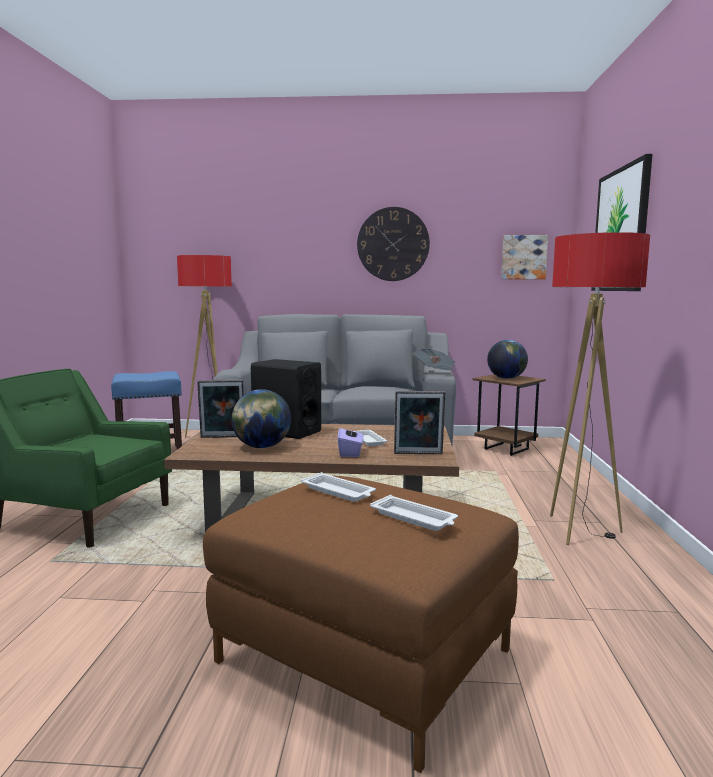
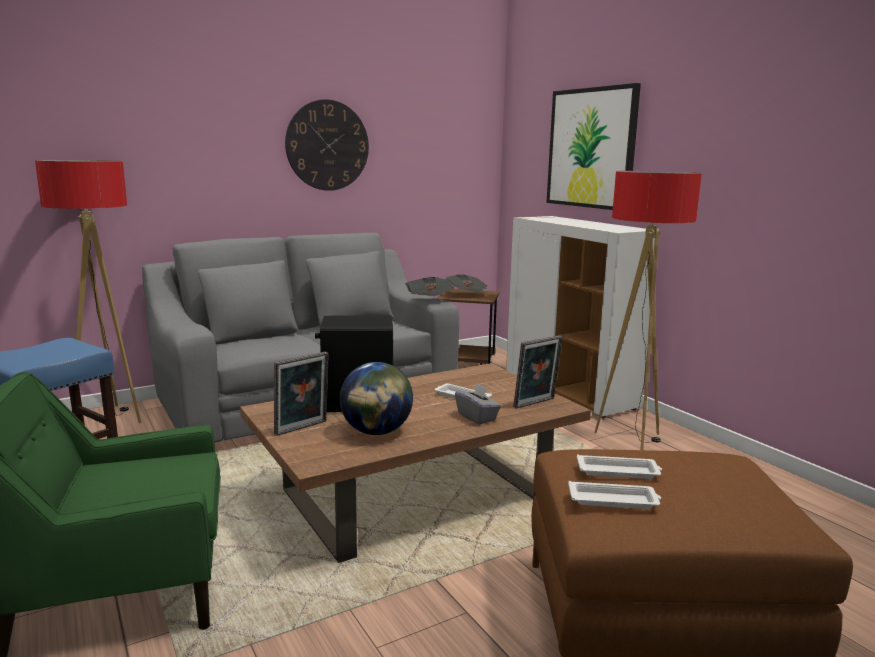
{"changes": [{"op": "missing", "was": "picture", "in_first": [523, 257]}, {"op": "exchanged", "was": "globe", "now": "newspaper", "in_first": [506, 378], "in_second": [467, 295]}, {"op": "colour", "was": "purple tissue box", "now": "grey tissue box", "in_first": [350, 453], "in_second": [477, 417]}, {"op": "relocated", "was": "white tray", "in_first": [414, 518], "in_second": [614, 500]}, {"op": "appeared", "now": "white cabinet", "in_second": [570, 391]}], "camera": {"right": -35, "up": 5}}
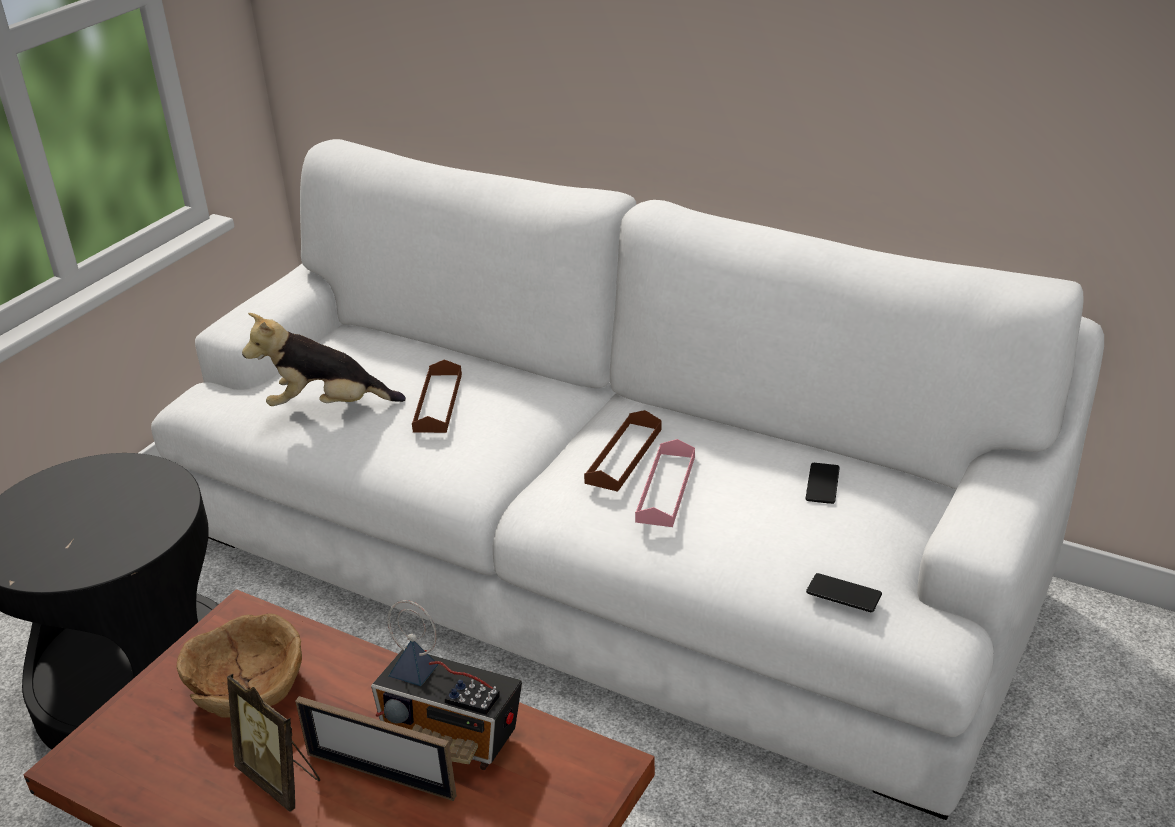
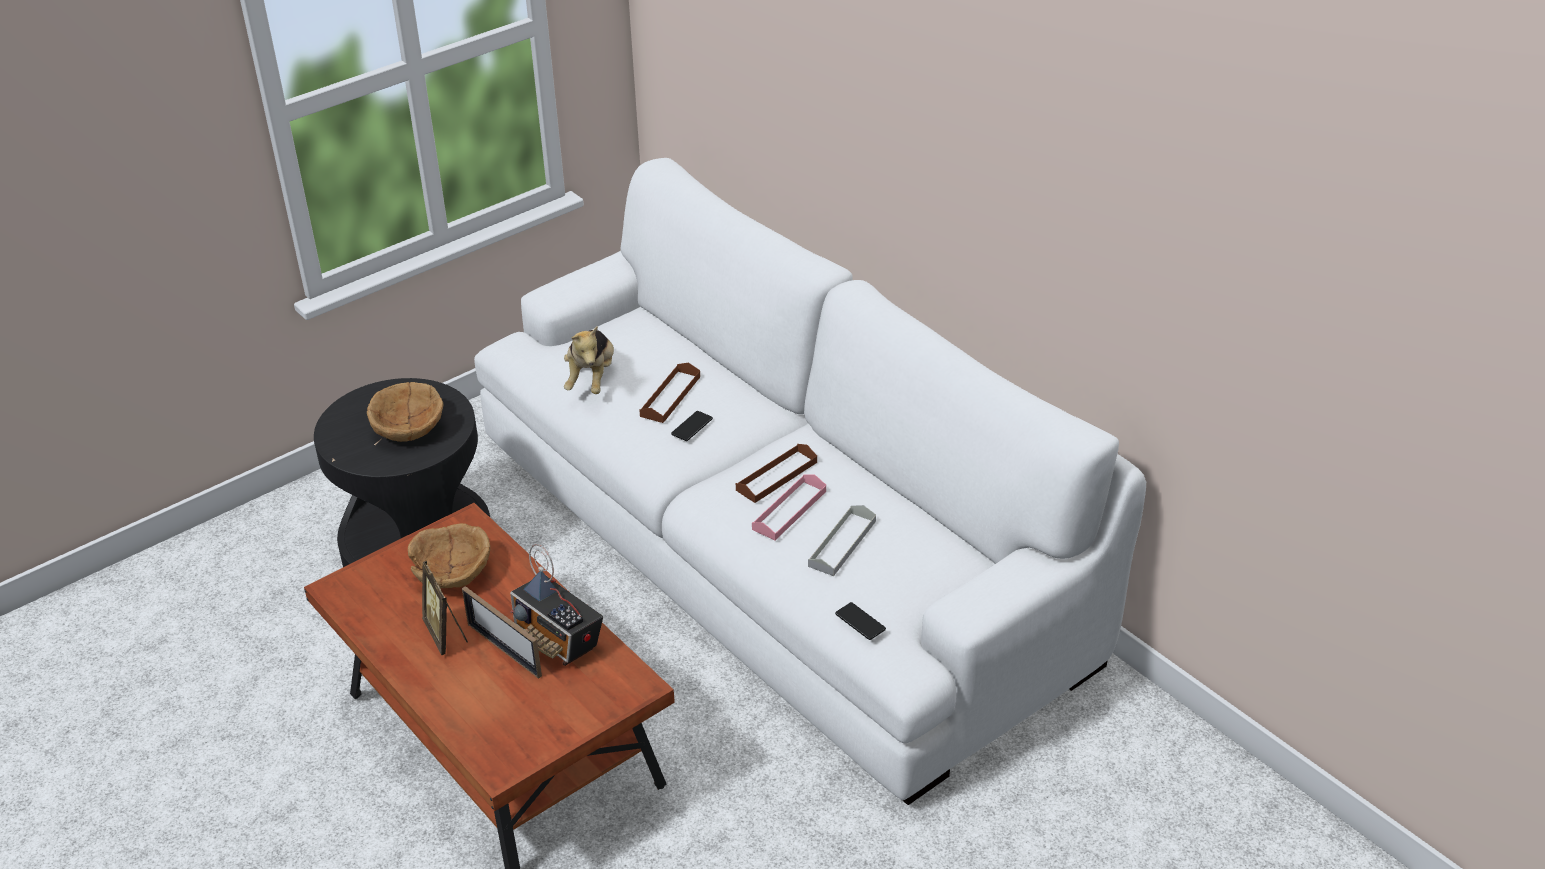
{"changes": [{"op": "spun", "was": "plush toy", "in_first": [327, 406], "in_second": [591, 379], "clockwise": -105}, {"op": "relocated", "was": "phone", "in_first": [822, 484], "in_second": [692, 426]}, {"op": "appeared", "now": "brown bowl", "in_second": [408, 427]}, {"op": "appeared", "now": "grey tray", "in_second": [842, 543]}], "camera": {"right": 20, "up": 5}}
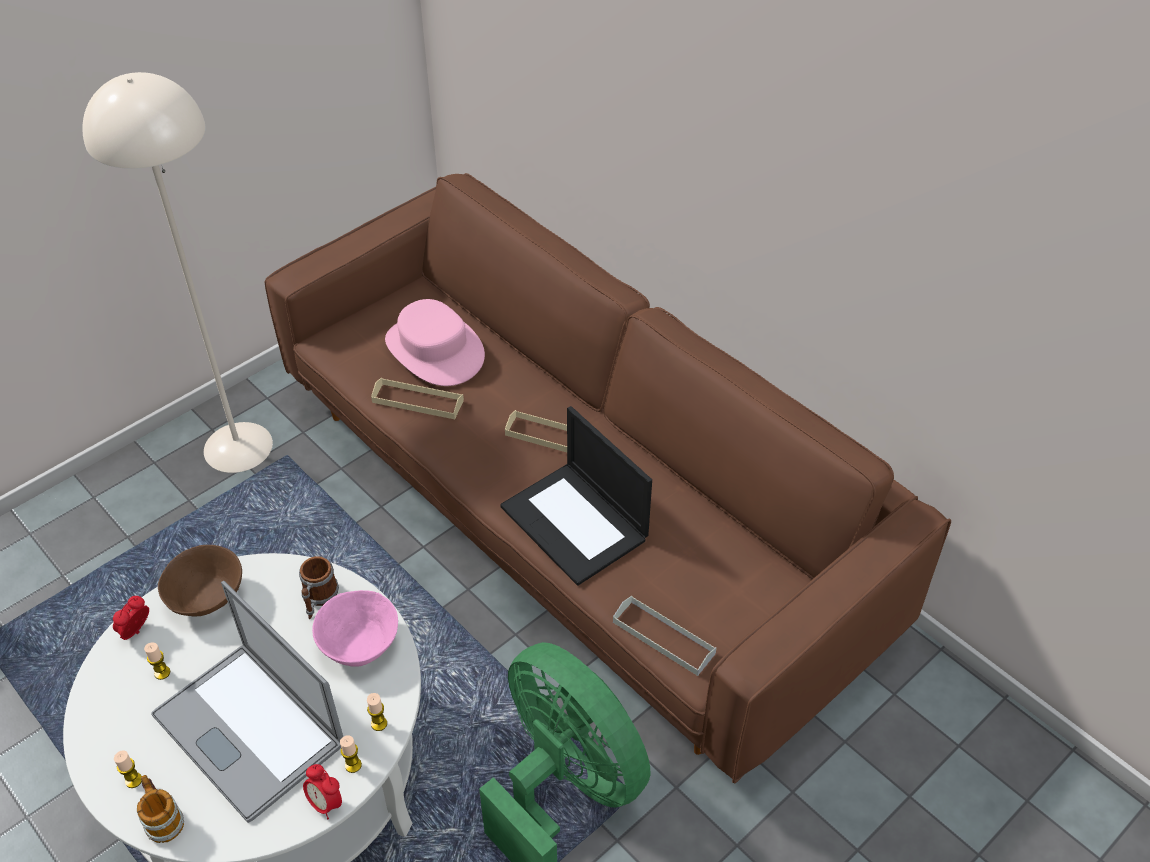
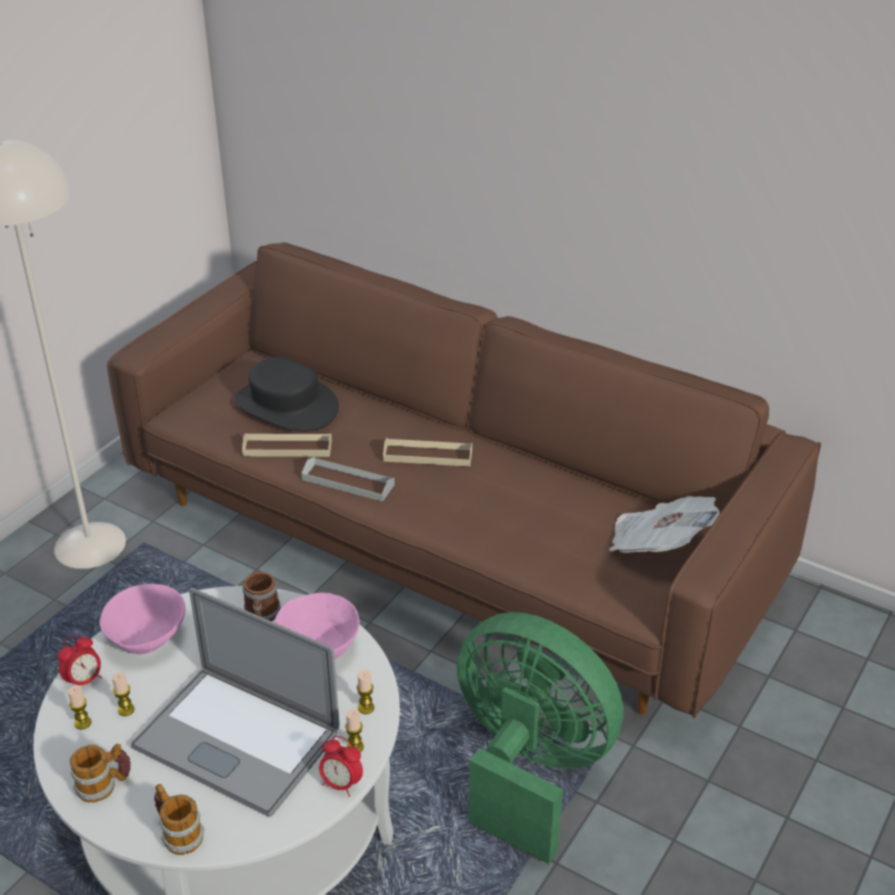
{"changes": [{"op": "colour", "was": "pink hat", "now": "black hat", "in_first": [434, 350], "in_second": [286, 406]}, {"op": "missing", "was": "laptop", "in_first": [576, 523]}, {"op": "colour", "was": "brown bowl", "now": "pink bowl", "in_first": [207, 597], "in_second": [147, 637]}, {"op": "spun", "was": "alarm clock", "in_first": [136, 632], "in_second": [84, 681], "clockwise": -150}, {"op": "relocated", "was": "grey tray", "in_first": [663, 637], "in_second": [348, 482]}, {"op": "relocated", "was": "candle", "in_first": [133, 780], "in_second": [83, 723]}, {"op": "appeared", "now": "newspaper", "in_second": [658, 545]}, {"op": "appeared", "now": "mug", "in_second": [104, 785]}], "camera": {"right": -15, "up": -10}}
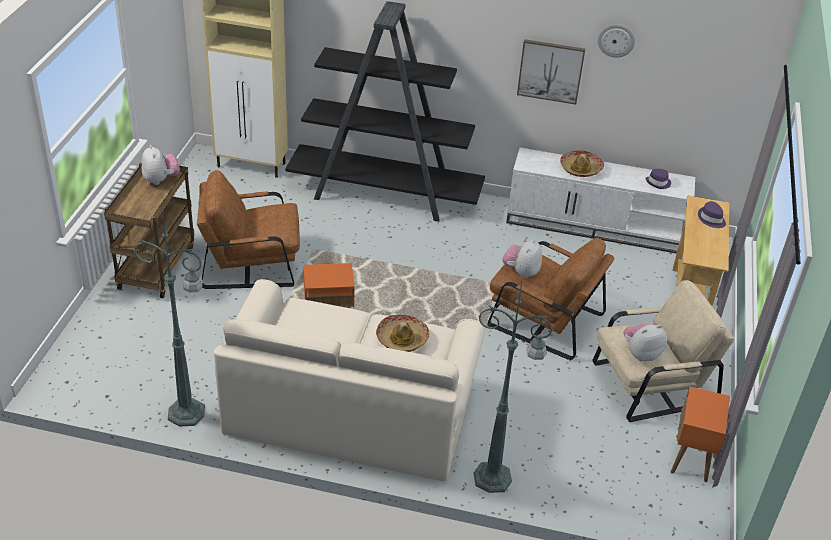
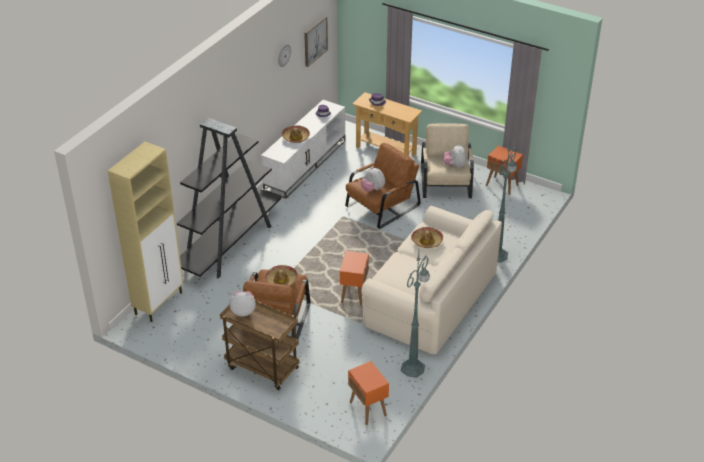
{"changes": [{"op": "relocated", "was": "picture", "in_first": [550, 71], "in_second": [315, 41]}, {"op": "appeared", "now": "hat", "in_second": [281, 280]}, {"op": "appeared", "now": "orange side table", "in_second": [368, 409]}], "camera": {"right": -70, "up": 0}}
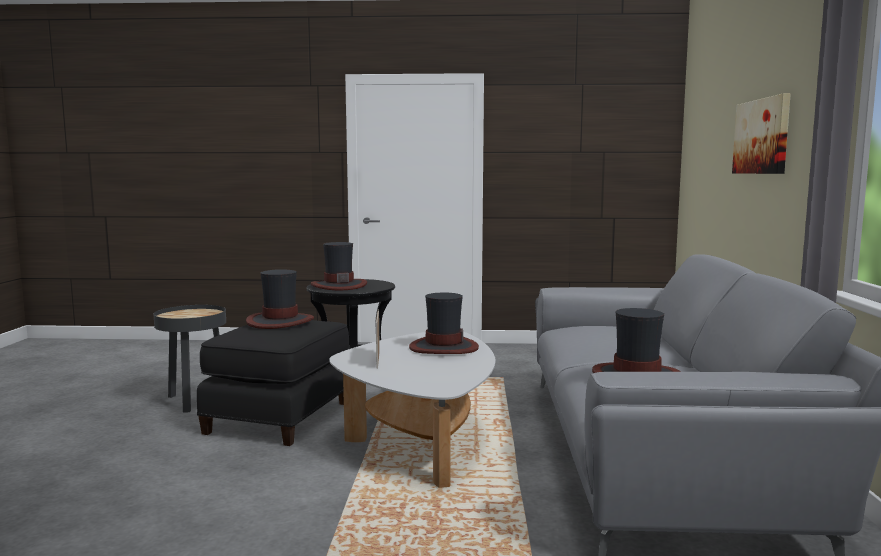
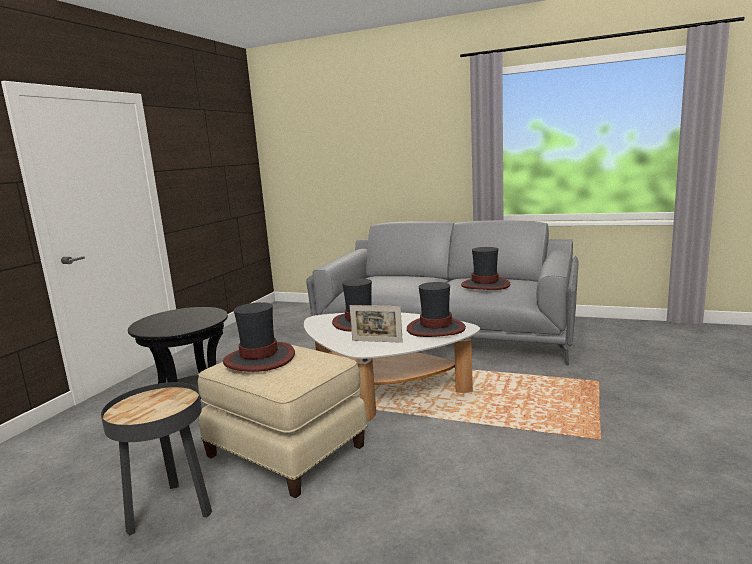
{"changes": [{"op": "missing", "was": "picture", "in_first": [762, 136]}, {"op": "relocated", "was": "hat", "in_first": [339, 285], "in_second": [435, 328]}, {"op": "colour", "was": "black ottoman", "now": "beige ottoman", "in_first": [281, 418], "in_second": [287, 449]}], "camera": {"right": -70, "up": 5}}
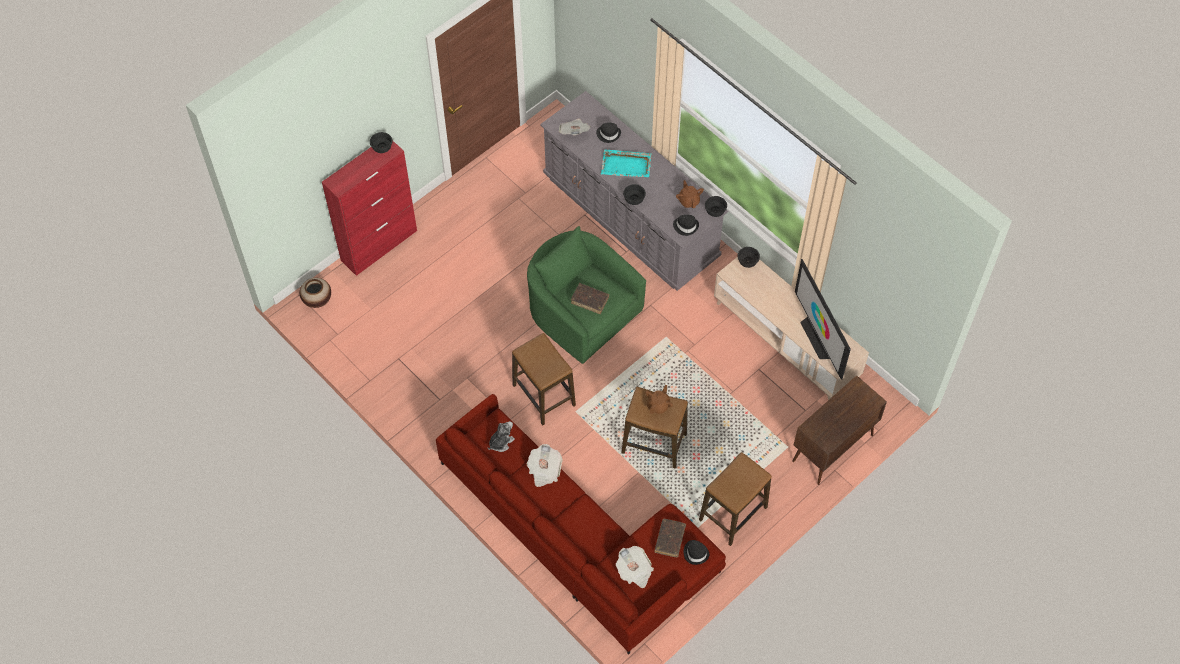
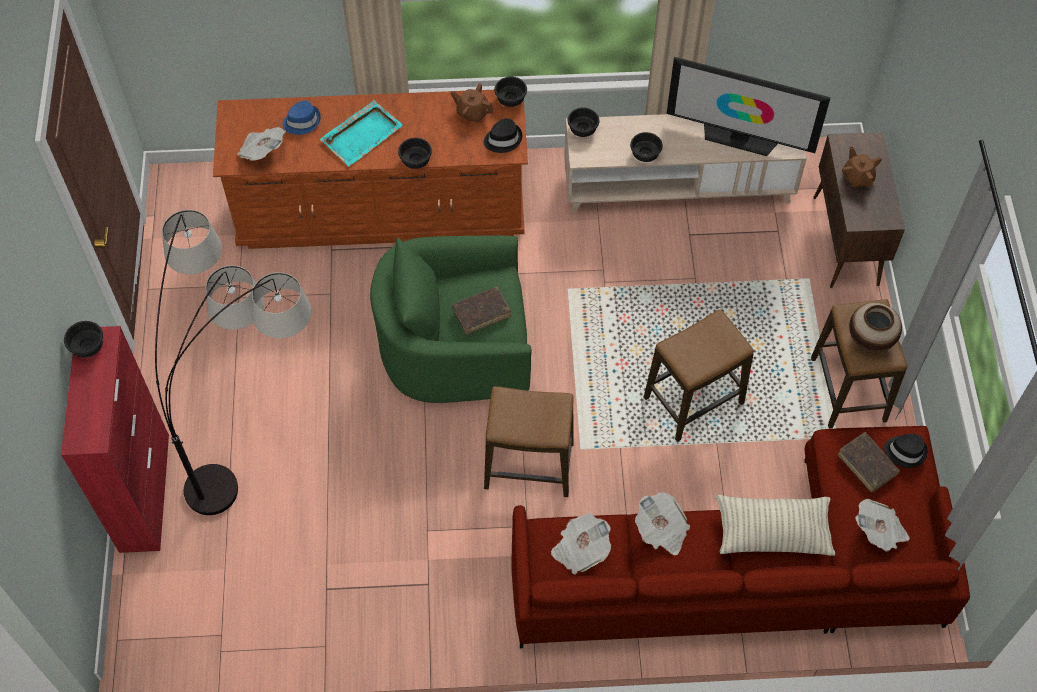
{"changes": [{"op": "colour", "was": "grey dresser", "now": "brown dresser", "in_first": [630, 217], "in_second": [381, 209]}, {"op": "colour", "was": "black hat", "now": "blue hat", "in_first": [608, 134], "in_second": [302, 121]}, {"op": "relocated", "was": "vase", "in_first": [317, 300], "in_second": [870, 339]}, {"op": "relocated", "was": "brown teapot", "in_first": [658, 405], "in_second": [857, 177]}, {"op": "exchanged", "was": "plush toy", "now": "newspaper", "in_first": [501, 442], "in_second": [580, 549]}, {"op": "appeared", "now": "black bowl", "in_second": [644, 154]}, {"op": "appeared", "now": "floor lamp", "in_second": [256, 444]}, {"op": "appeared", "now": "pillow", "in_second": [772, 532]}], "camera": {"right": -50, "up": 0}}
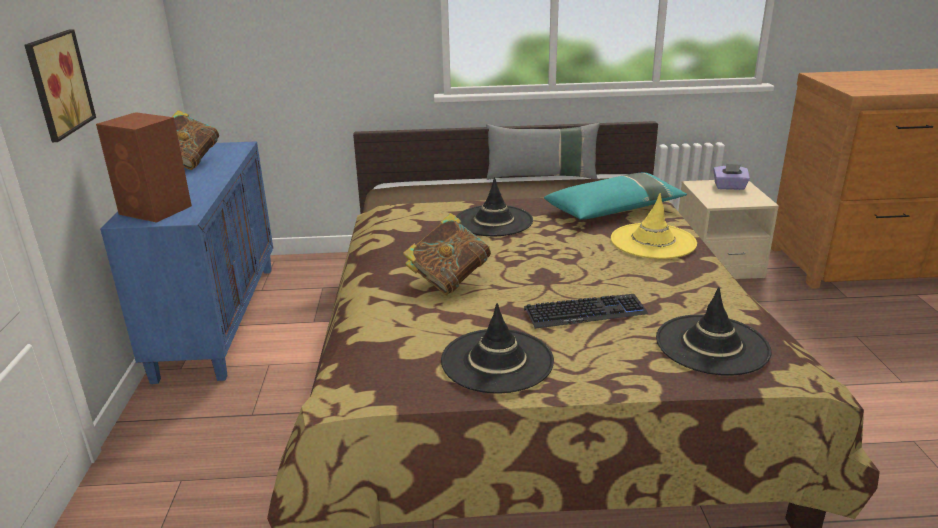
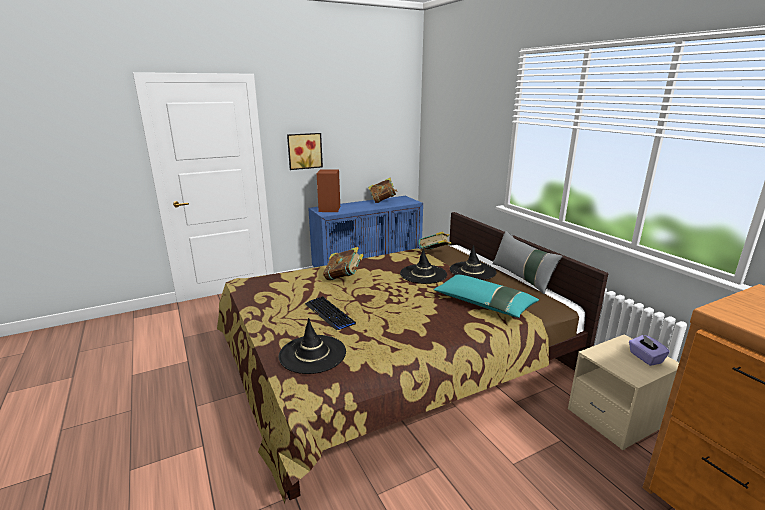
{"changes": [{"op": "missing", "was": "yellow hat", "in_first": [652, 241]}, {"op": "relocated", "was": "black hat", "in_first": [497, 361], "in_second": [472, 271]}, {"op": "appeared", "now": "book", "in_second": [434, 253]}], "camera": {"right": 65, "up": -5}}
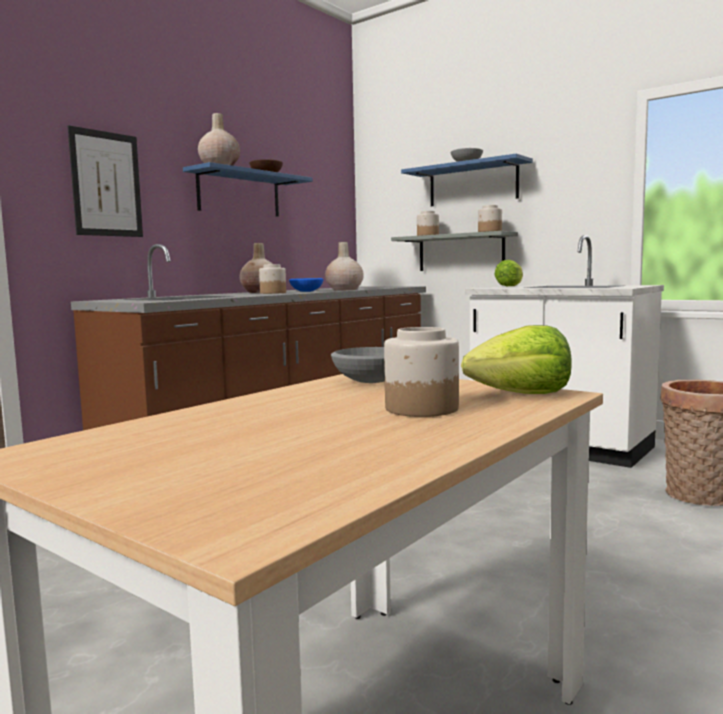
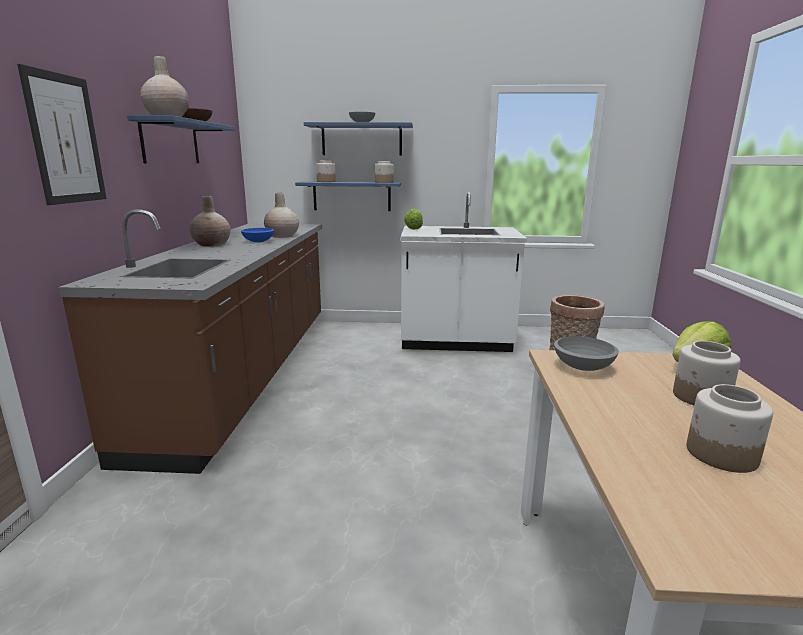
{"changes": [{"op": "colour", "was": "grey shelf", "now": "blue shelf", "in_first": [461, 252], "in_second": [352, 196]}, {"op": "relocated", "was": "jar", "in_first": [272, 293], "in_second": [721, 455]}], "camera": {"right": -35, "up": 10}}
